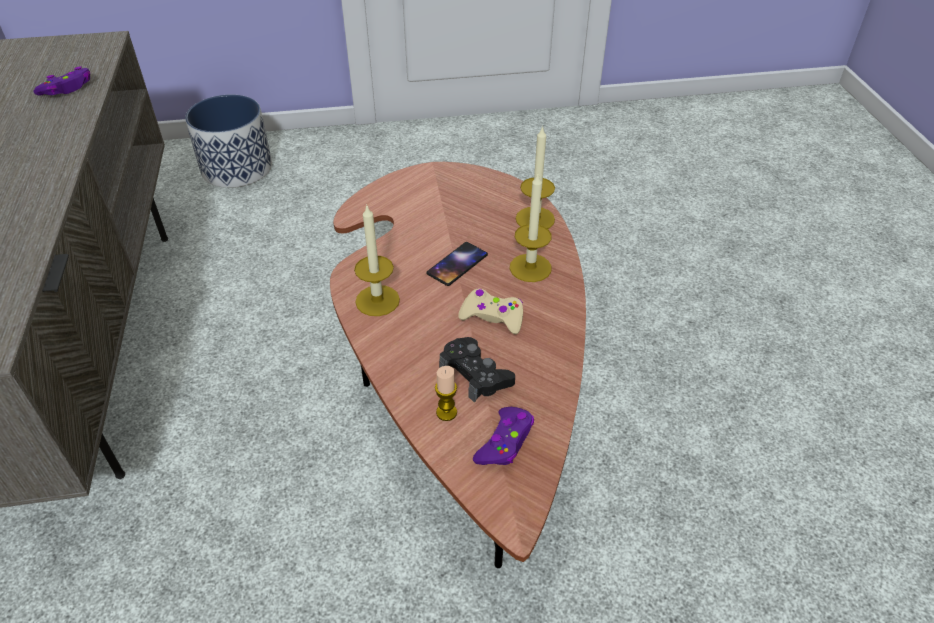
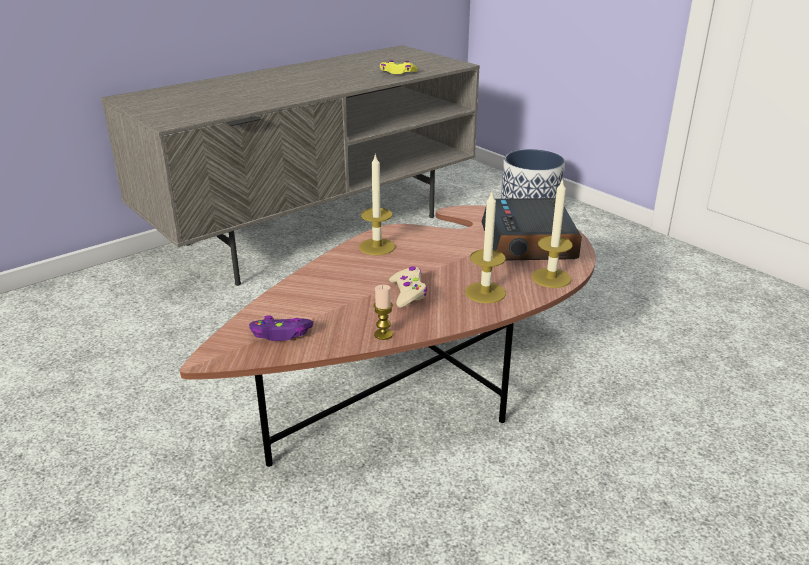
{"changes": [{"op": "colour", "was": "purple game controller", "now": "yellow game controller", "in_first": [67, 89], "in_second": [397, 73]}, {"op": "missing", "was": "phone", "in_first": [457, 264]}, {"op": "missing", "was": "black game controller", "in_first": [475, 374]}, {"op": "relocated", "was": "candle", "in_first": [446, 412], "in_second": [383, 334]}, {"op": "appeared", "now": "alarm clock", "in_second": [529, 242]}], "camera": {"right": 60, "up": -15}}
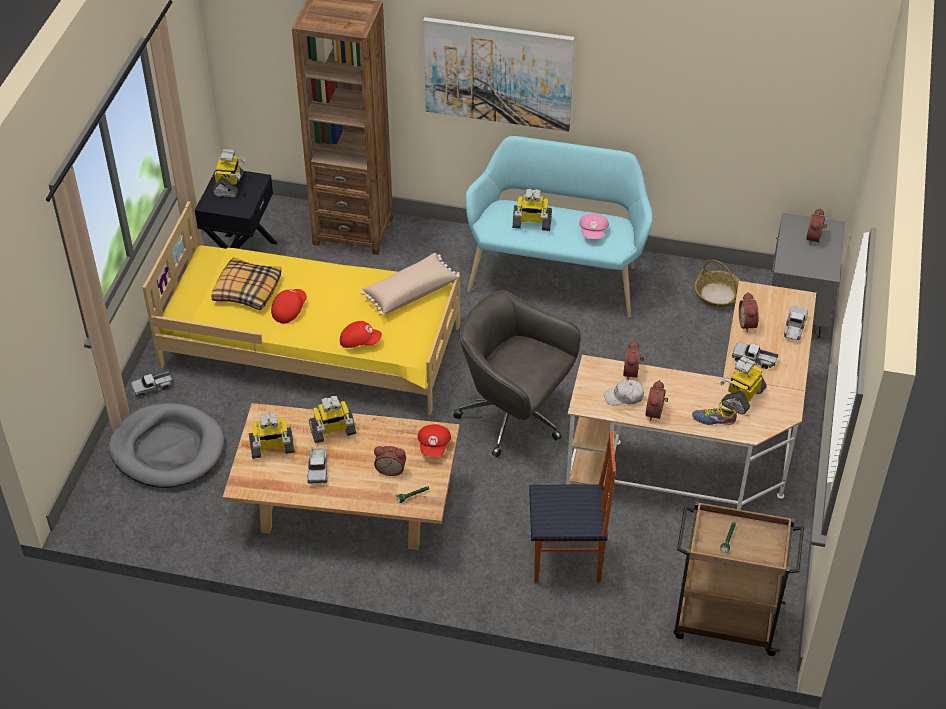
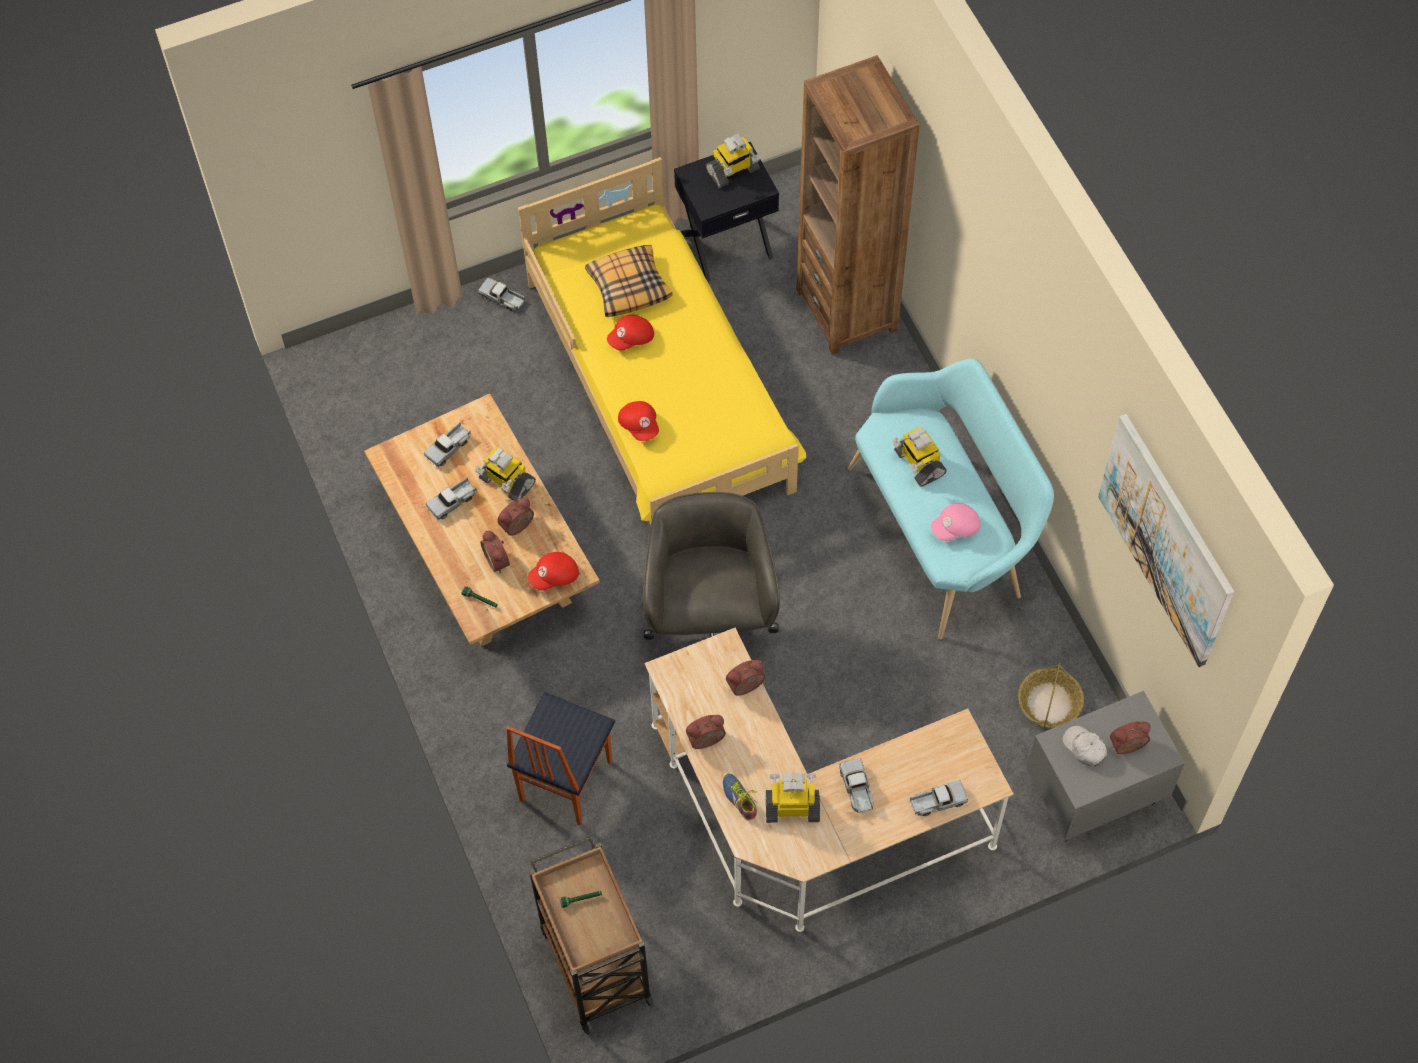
{"changes": [{"op": "relocated", "was": "picture", "in_first": [498, 73], "in_second": [1166, 540]}, {"op": "missing", "was": "beige pillow", "in_first": [410, 292]}, {"op": "spun", "was": "red cap", "in_first": [289, 310], "in_second": [631, 339], "clockwise": 150}, {"op": "relocated", "was": "alarm clock", "in_first": [748, 324], "in_second": [518, 527]}, {"op": "relocated", "was": "white cap", "in_first": [624, 397], "in_second": [1084, 748]}, {"op": "missing", "was": "grey dog bed", "in_first": [168, 449]}, {"op": "exchanged", "was": "toy robot", "now": "toy truck", "in_first": [272, 448], "in_second": [448, 448]}, {"op": "spun", "was": "chair", "in_first": [567, 561], "in_second": [564, 781], "clockwise": 60}], "camera": {"right": 55, "up": 15}}
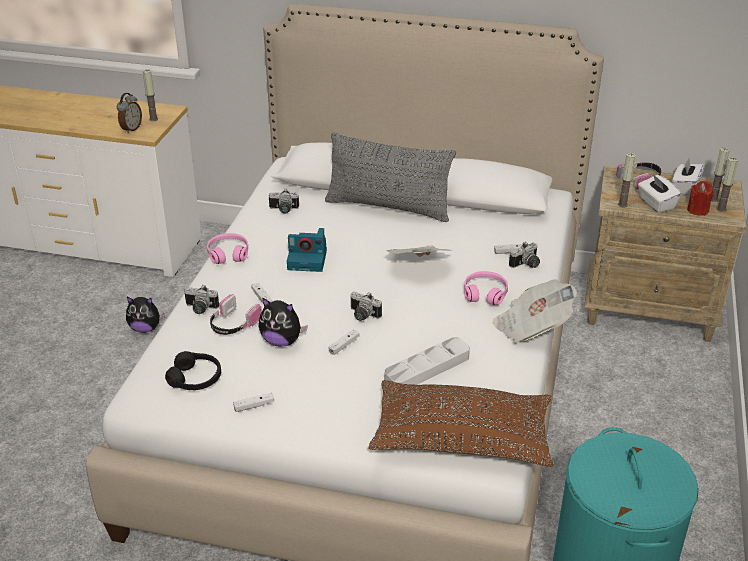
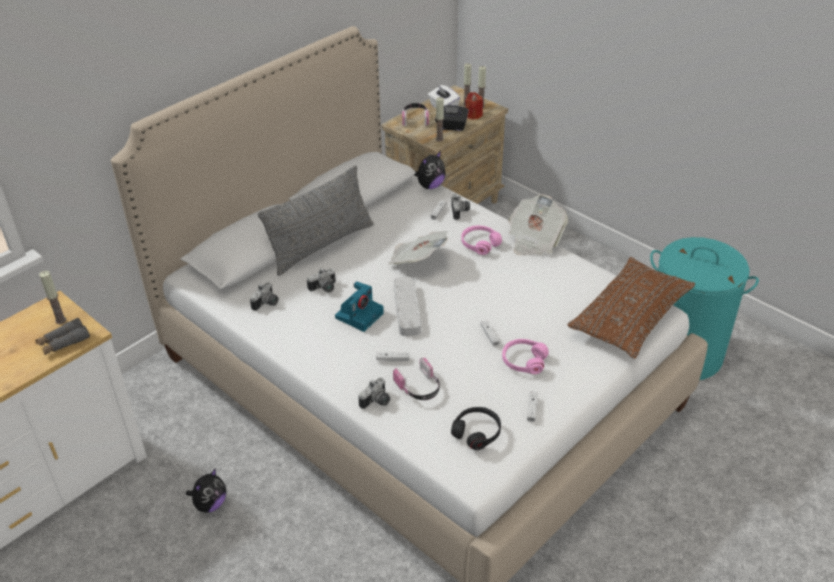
{"changes": [{"op": "exchanged", "was": "alarm clock", "now": "grey binoculars", "in_first": [131, 129], "in_second": [63, 342]}, {"op": "colour", "was": "white tissue box", "now": "black tissue box", "in_first": [656, 204], "in_second": [451, 126]}, {"op": "relocated", "was": "pink headphones", "in_first": [228, 254], "in_second": [524, 361]}, {"op": "relocated", "was": "photo camera", "in_first": [362, 315], "in_second": [324, 289]}, {"op": "relocated", "was": "plush toy", "in_first": [282, 341], "in_second": [430, 186]}, {"op": "relocated", "was": "grey tray", "in_first": [427, 368], "in_second": [407, 309]}], "camera": {"right": -60, "up": 5}}
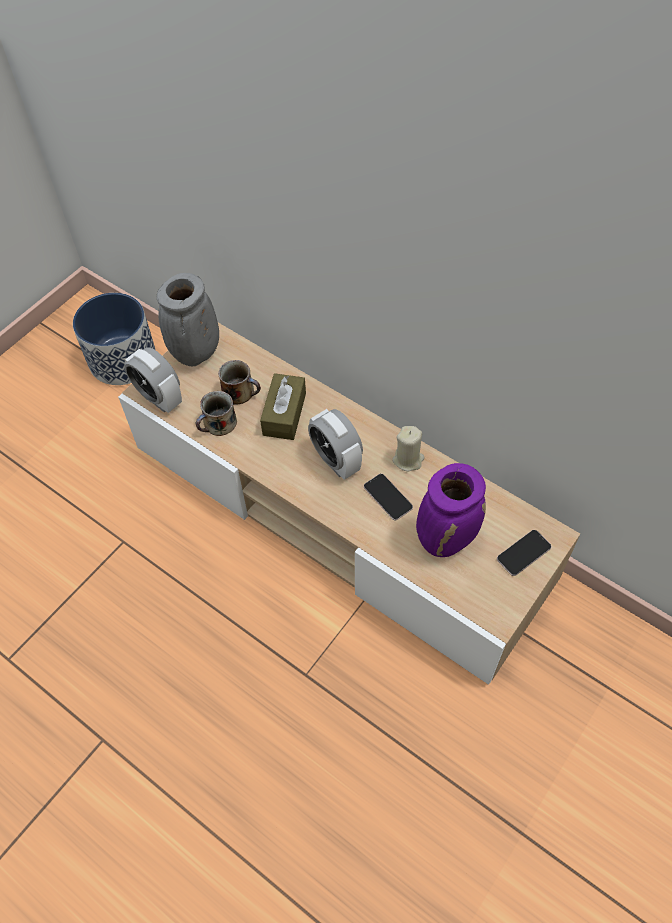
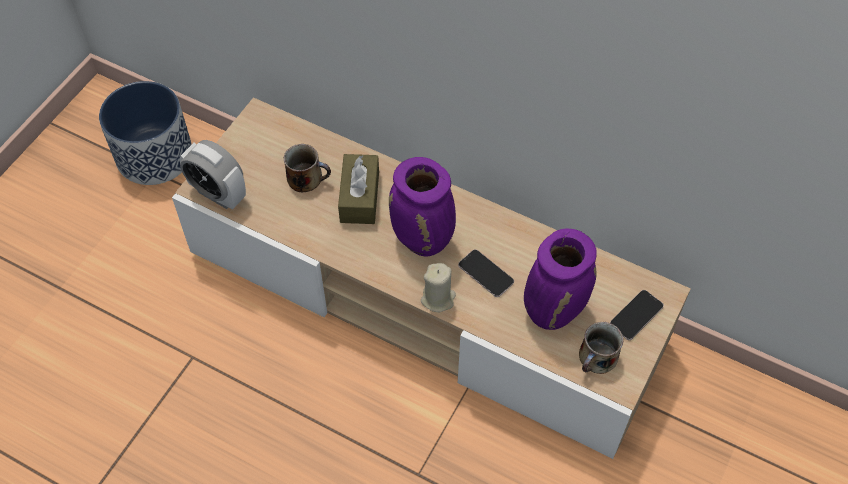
{"changes": [{"op": "missing", "was": "grey vase", "in_first": [196, 355]}, {"op": "relocated", "was": "mug", "in_first": [218, 424], "in_second": [597, 358]}, {"op": "exchanged", "was": "alarm clock", "now": "purple vase", "in_first": [336, 460], "in_second": [424, 241]}, {"op": "relocated", "was": "beige candle", "in_first": [408, 459], "in_second": [438, 298]}], "camera": {"right": -10, "up": 0}}
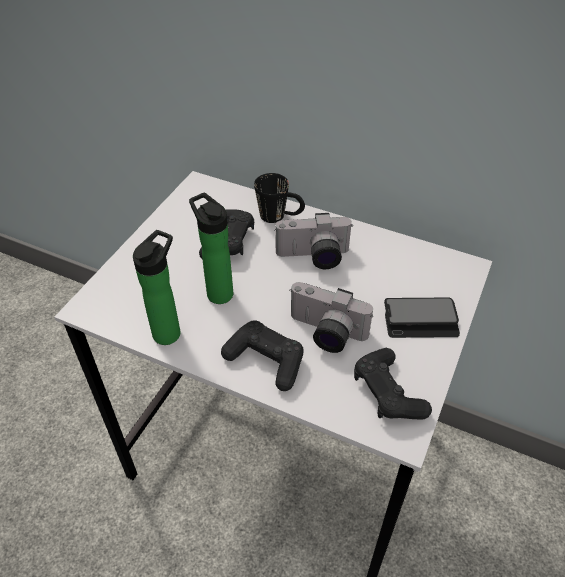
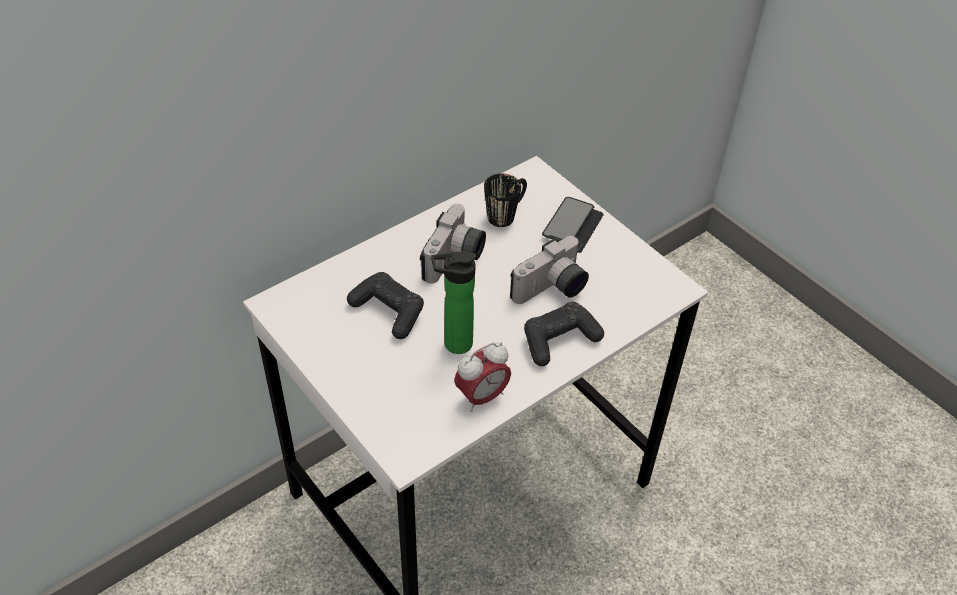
{"changes": [{"op": "relocated", "was": "black mug", "in_first": [280, 216], "in_second": [506, 213]}, {"op": "exchanged", "was": "bottle", "now": "alarm clock", "in_first": [169, 331], "in_second": [482, 397]}, {"op": "missing", "was": "black game controller", "in_first": [387, 393]}], "camera": {"right": -65, "up": 0}}
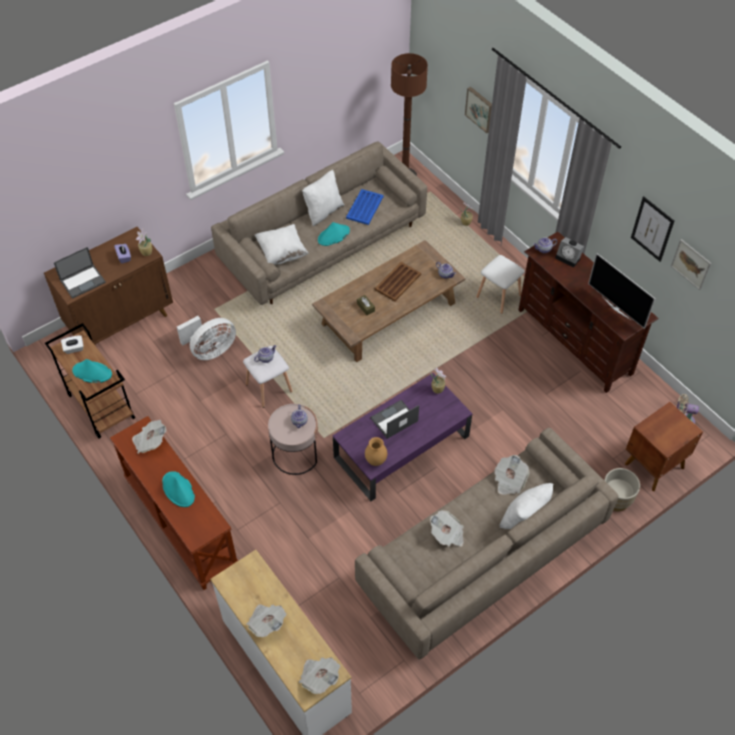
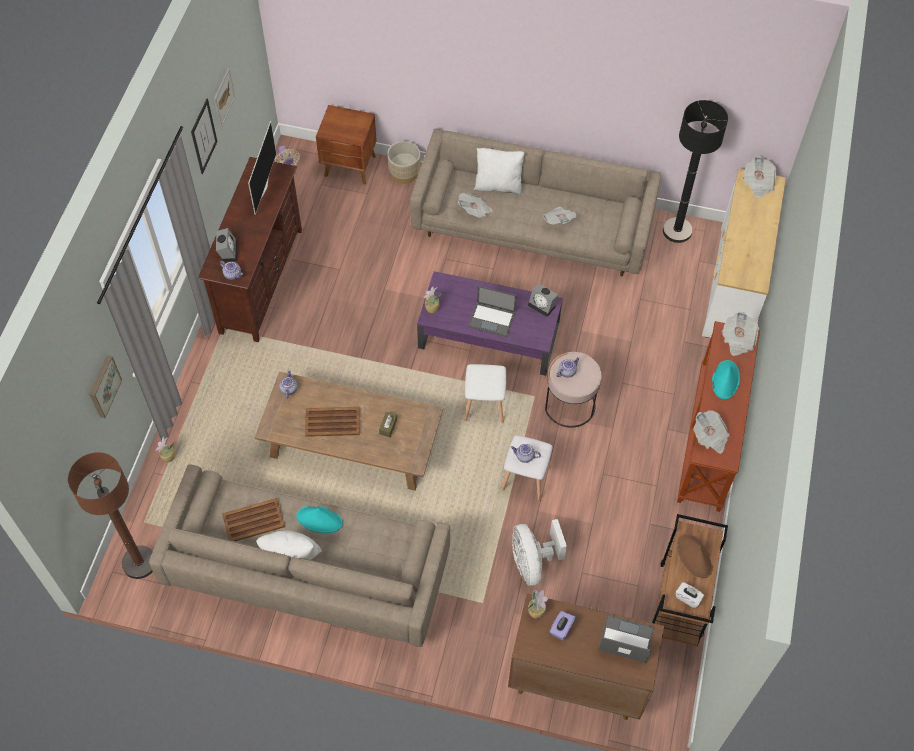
{"changes": [{"op": "colour", "was": "blue tray", "now": "brown tray", "in_first": [365, 207], "in_second": [253, 521]}, {"op": "missing", "was": "white pillow", "in_first": [282, 253]}, {"op": "relocated", "was": "white stool", "in_first": [498, 296], "in_second": [485, 405]}, {"op": "spun", "was": "white fan", "in_first": [210, 350], "in_second": [532, 562], "clockwise": -120}, {"op": "colour", "was": "turquoise hat", "now": "brown hat", "in_first": [92, 372], "in_second": [694, 556]}, {"op": "exchanged", "was": "brown vase", "now": "alarm clock", "in_first": [375, 461], "in_second": [543, 305]}, {"op": "relocated", "was": "newspaper", "in_first": [266, 623], "in_second": [738, 340]}, {"op": "appeared", "now": "black floor lamp", "in_second": [677, 230]}], "camera": {"right": -130, "up": 5}}
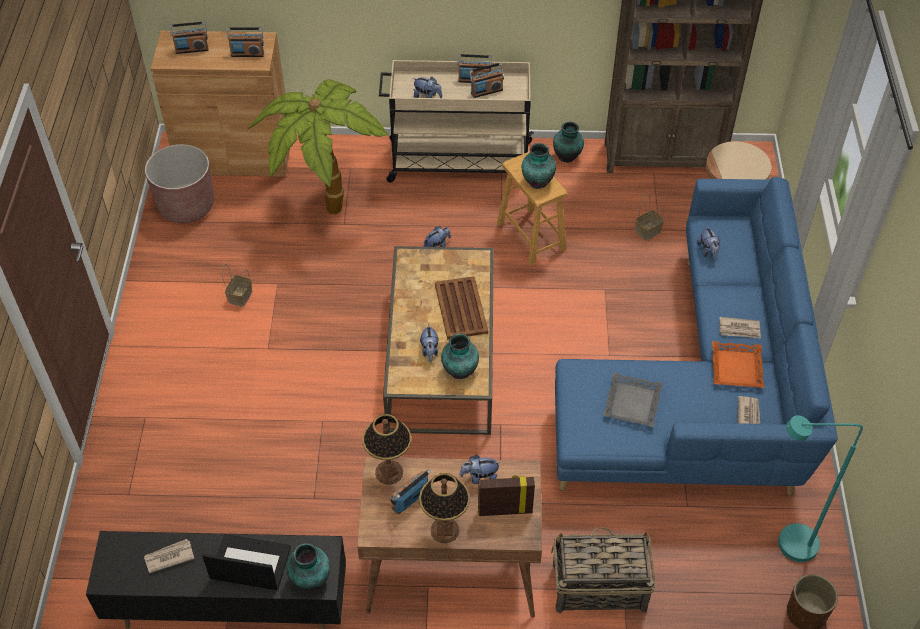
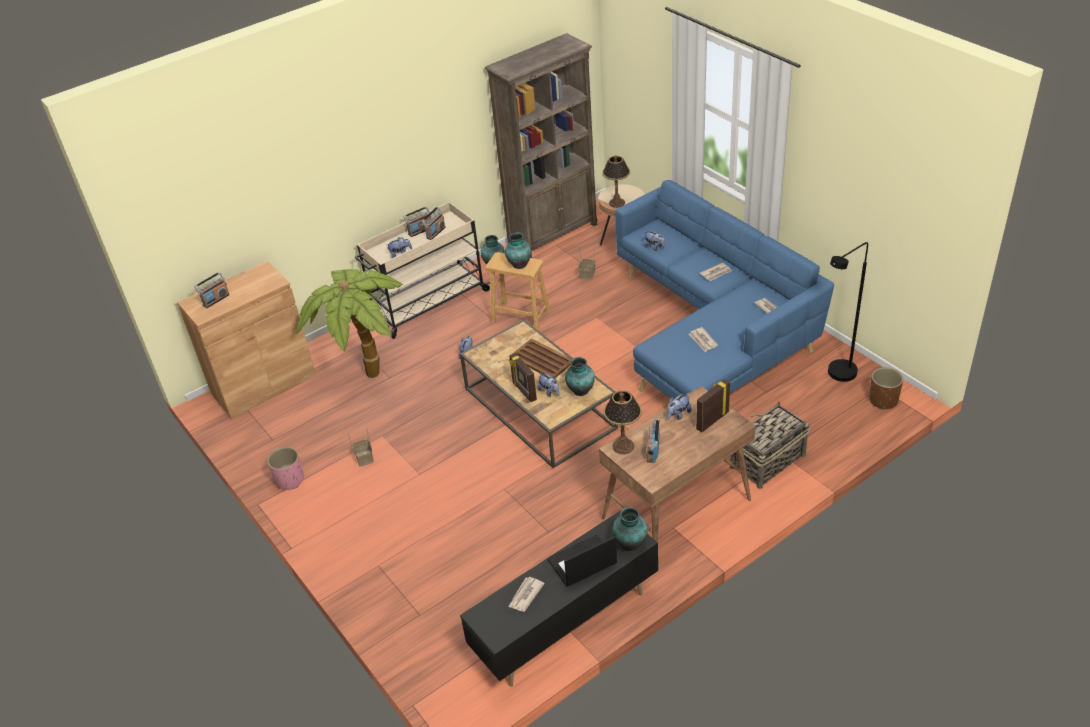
{"changes": [{"op": "missing", "was": "radio", "in_first": [247, 53]}, {"op": "missing", "was": "brown planter", "in_first": [186, 206]}, {"op": "missing", "was": "orange tray", "in_first": [736, 368]}, {"op": "exchanged", "was": "grey tray", "now": "newspaper", "in_first": [632, 403], "in_second": [703, 341]}, {"op": "colour", "was": "turquoise floor lamp", "now": "black floor lamp", "in_first": [786, 545], "in_second": [837, 376]}, {"op": "relocated", "was": "table lamp", "in_first": [445, 530], "in_second": [617, 203]}, {"op": "appeared", "now": "picture frame", "in_second": [524, 391]}, {"op": "appeared", "now": "pink planter", "in_second": [290, 480]}], "camera": {"right": -35, "up": -10}}
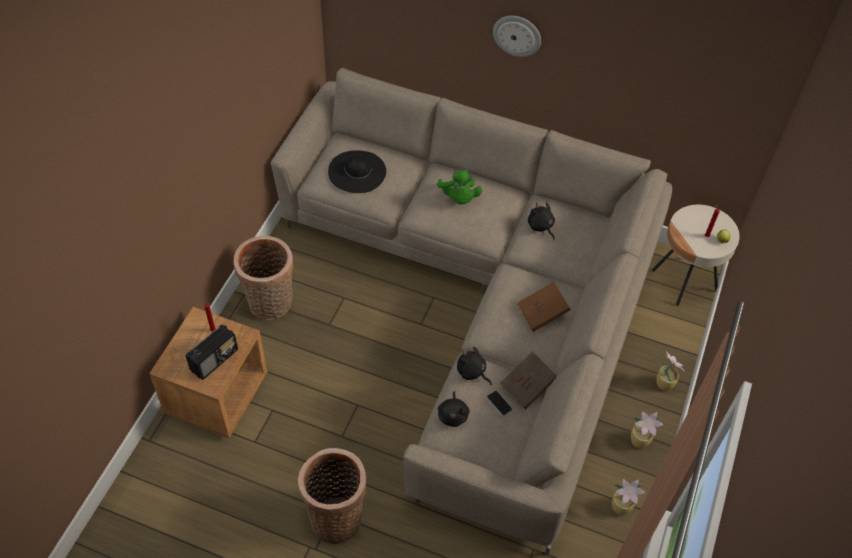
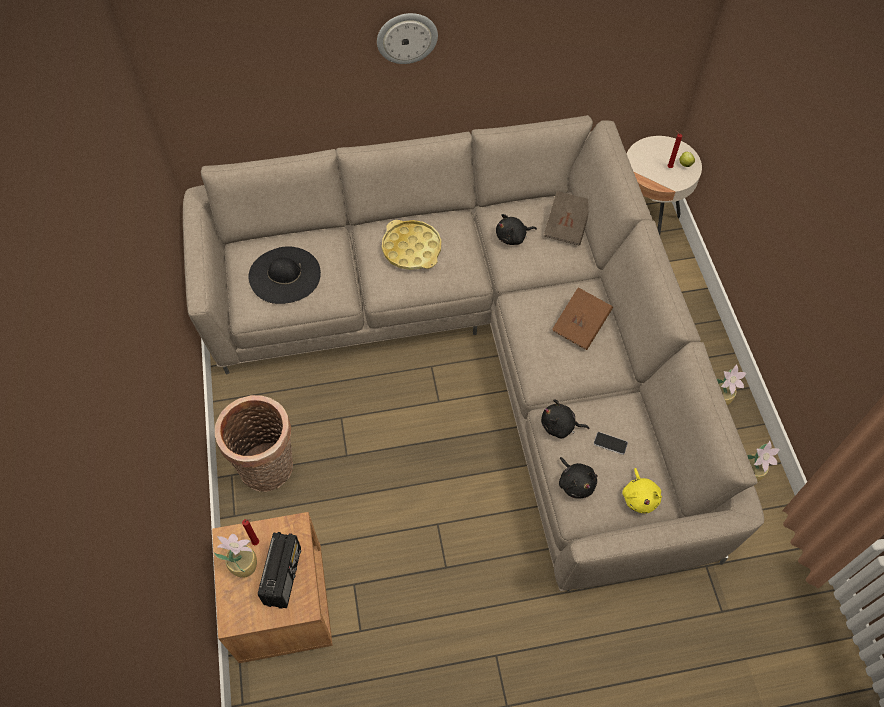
{"changes": [{"op": "exchanged", "was": "green plush toy", "now": "yellow tray", "in_first": [459, 198], "in_second": [411, 249]}, {"op": "spun", "was": "black plush toy", "in_first": [541, 226], "in_second": [512, 237], "clockwise": -45}, {"op": "relocated", "was": "potted plant", "in_first": [664, 383], "in_second": [244, 565]}, {"op": "relocated", "was": "brown book", "in_first": [527, 387], "in_second": [566, 226]}, {"op": "missing", "was": "basket", "in_first": [336, 516]}, {"op": "appeared", "now": "yellow plush toy", "in_second": [640, 497]}], "camera": {"right": -30, "up": 5}}
